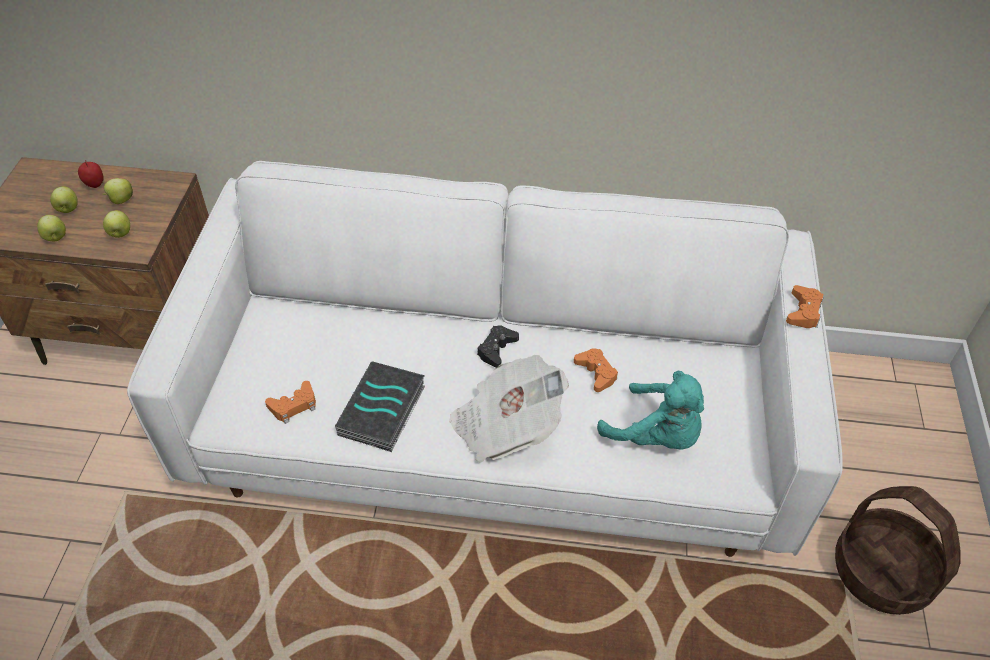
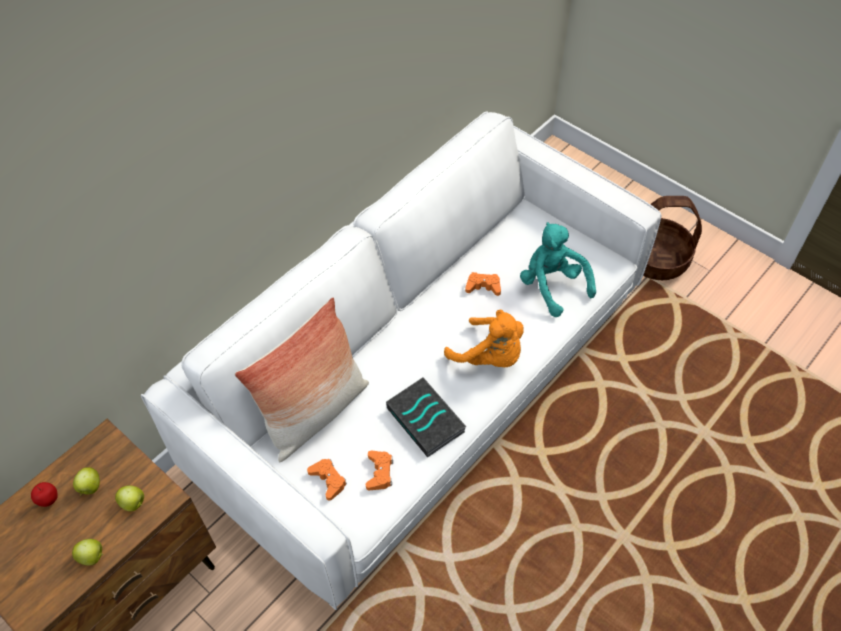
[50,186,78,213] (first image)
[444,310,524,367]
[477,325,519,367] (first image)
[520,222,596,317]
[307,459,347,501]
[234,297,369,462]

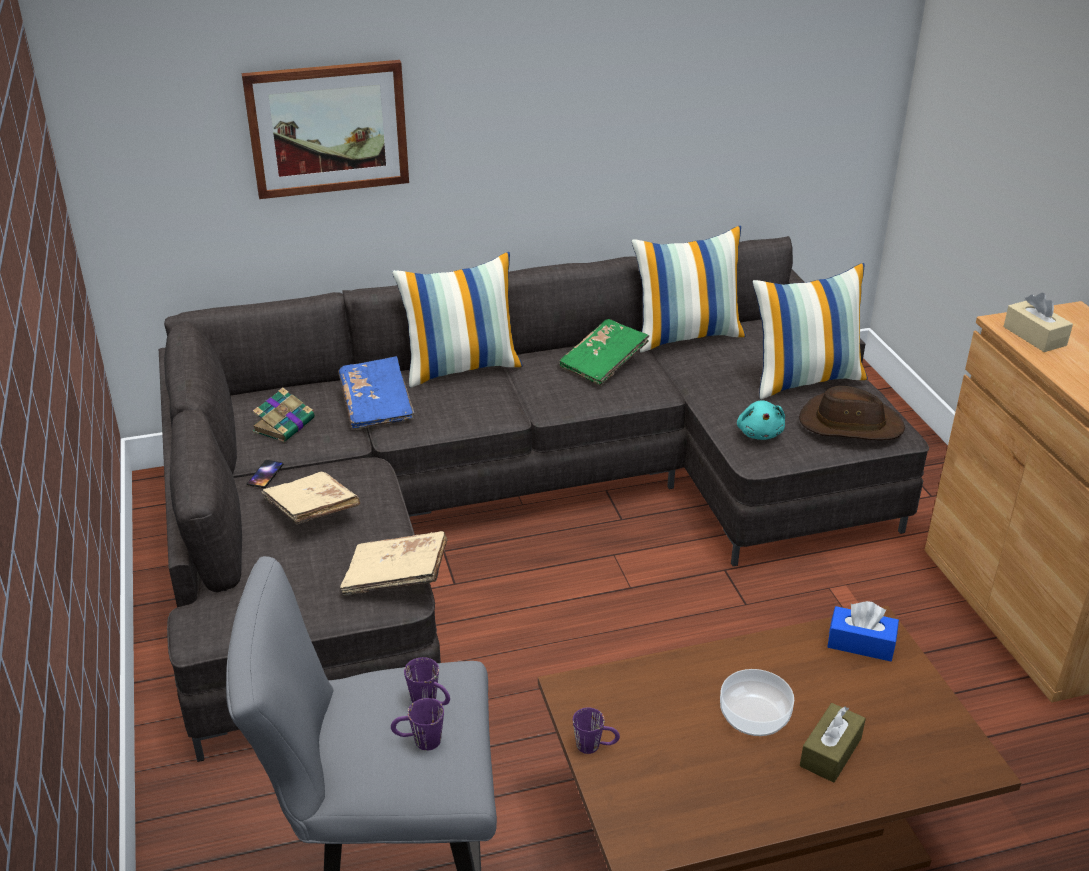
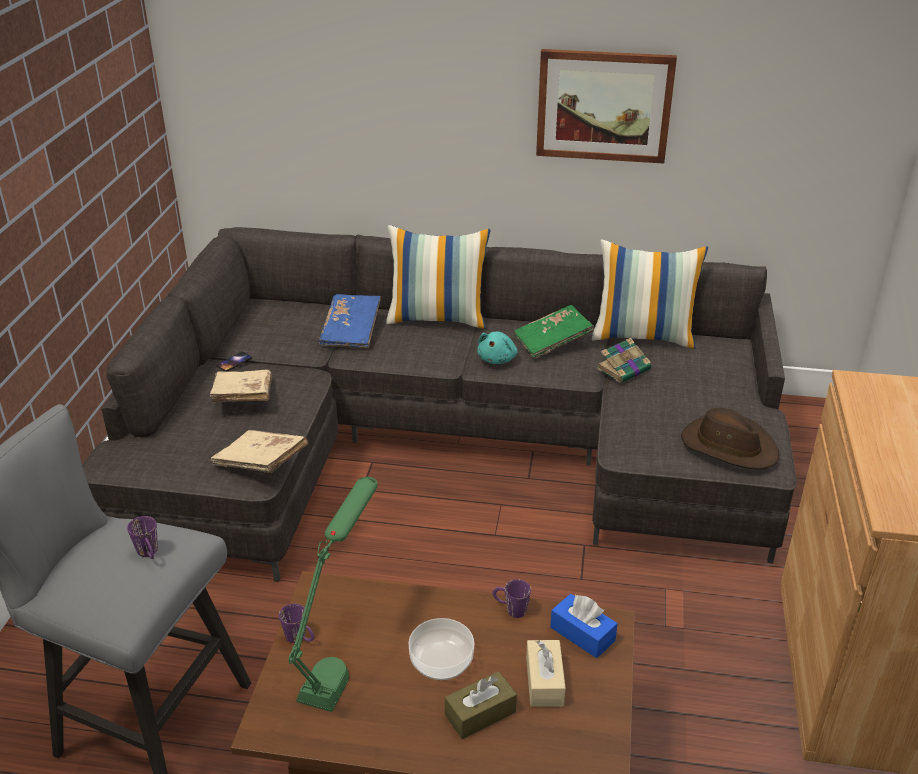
[536,49,677,164]
[597,338,652,383]
[492,579,531,618]
[478,332,517,364]
[752,263,868,399] (first image)
[526,640,566,707]
[289,477,378,712]

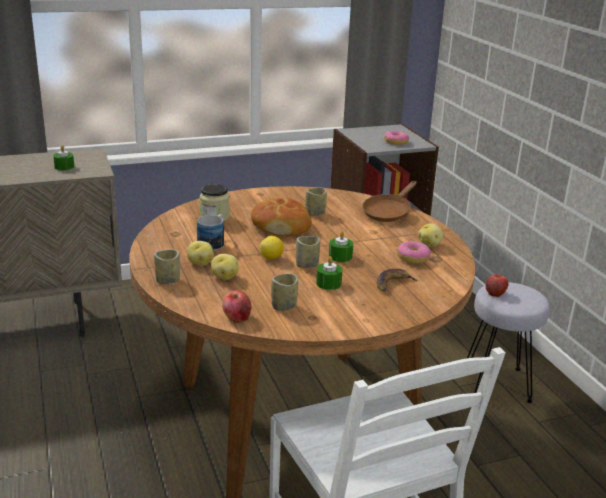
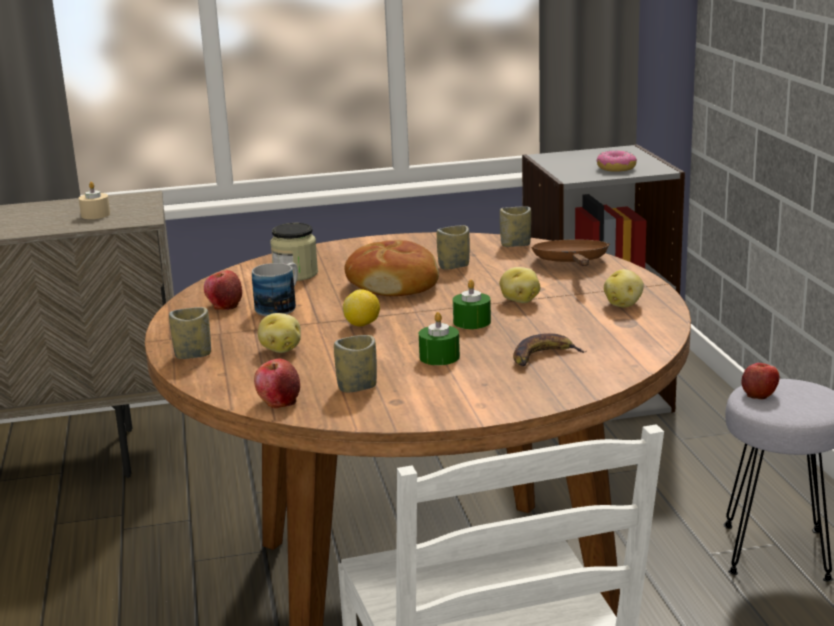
[79,182,110,219]
[499,267,540,303]
[500,206,531,247]
[531,240,609,266]
[397,241,431,264] (first image)
[204,270,242,310]

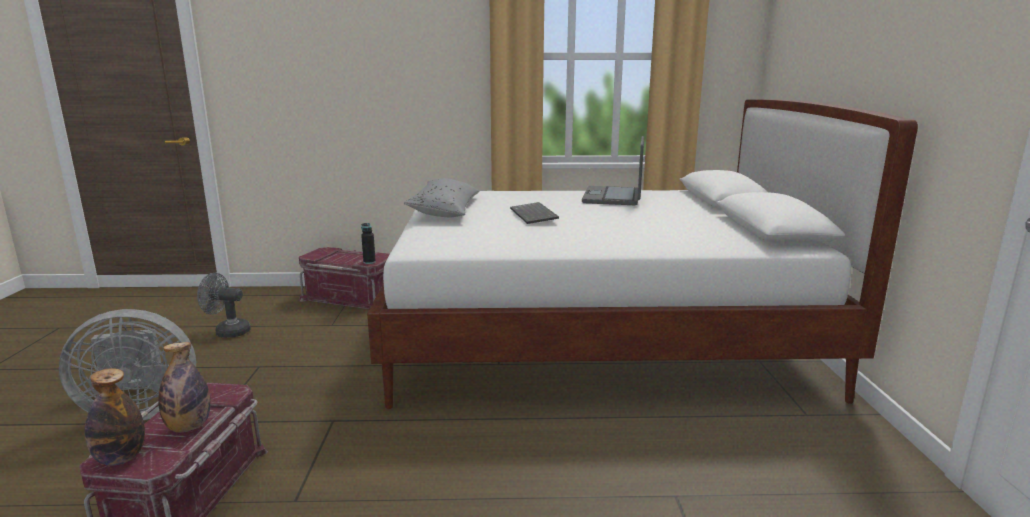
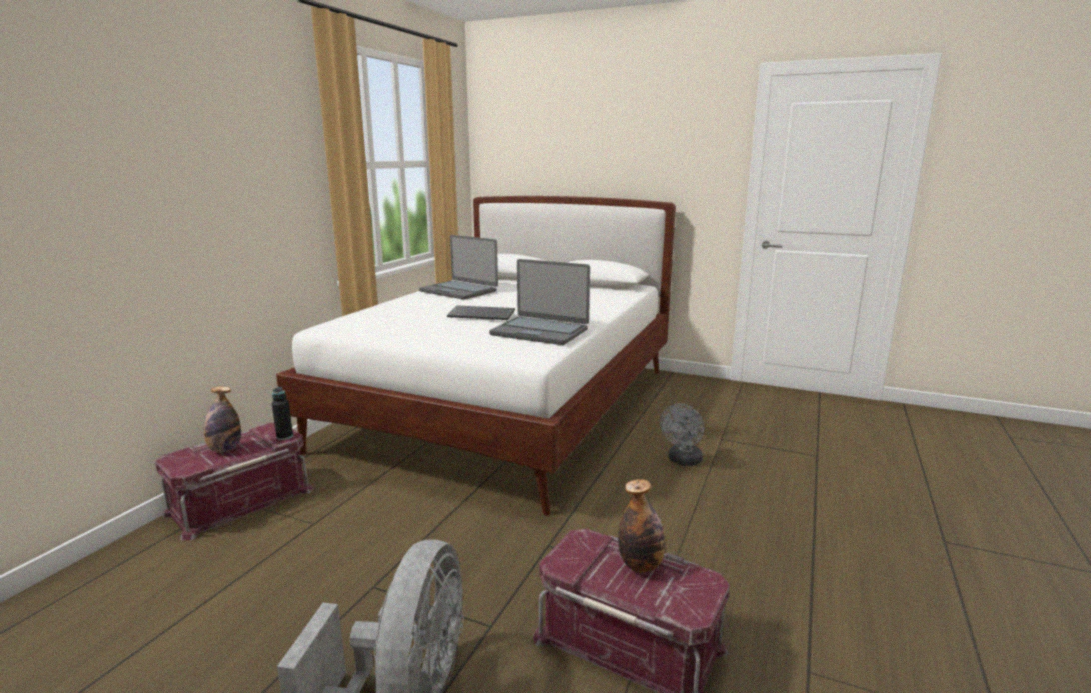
[204,387,241,452]
[660,403,704,466]
[404,178,480,217] (first image)
[489,259,590,345]

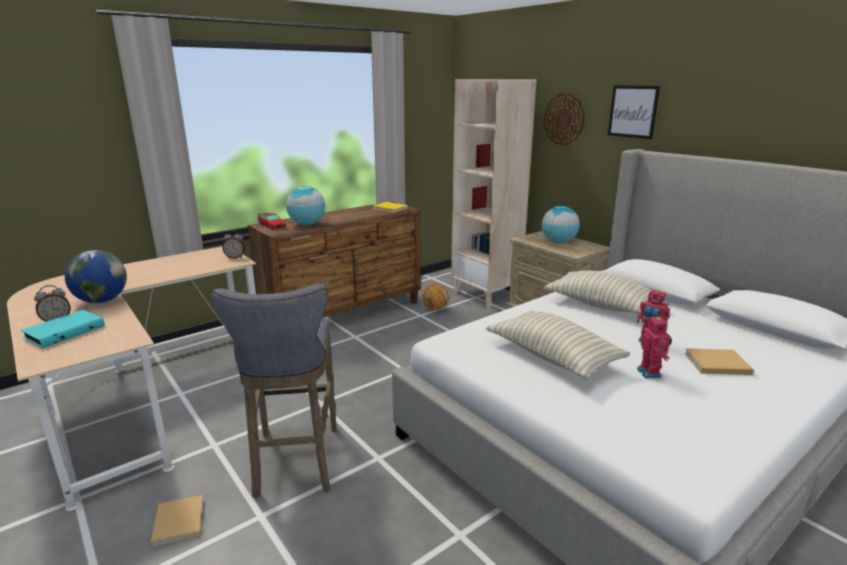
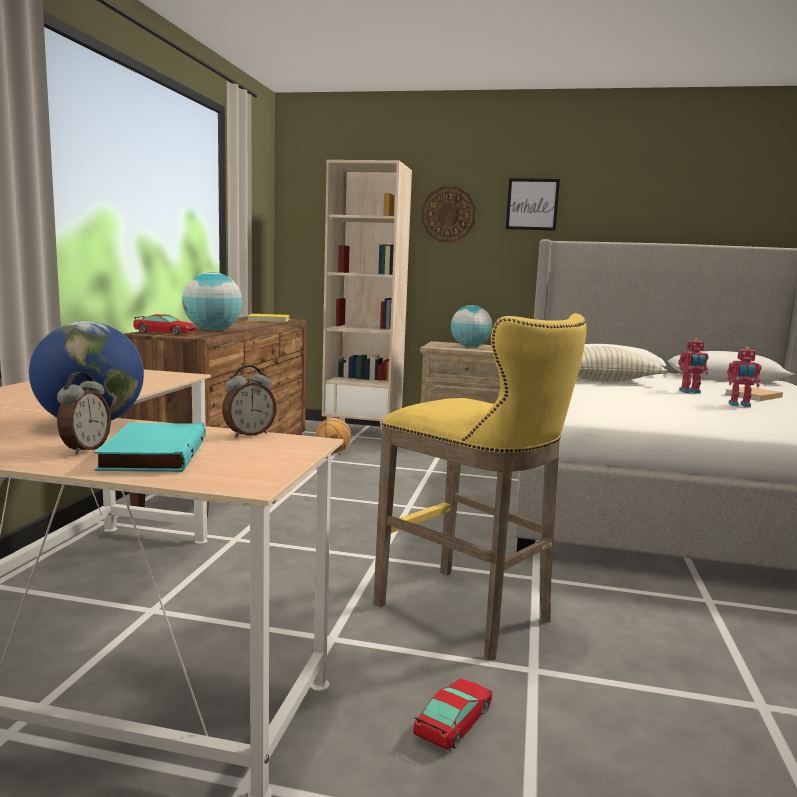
[413,678,492,750]
[373,313,586,660]
[222,365,277,438]
[486,310,630,380] (first image)
[727,347,762,407]

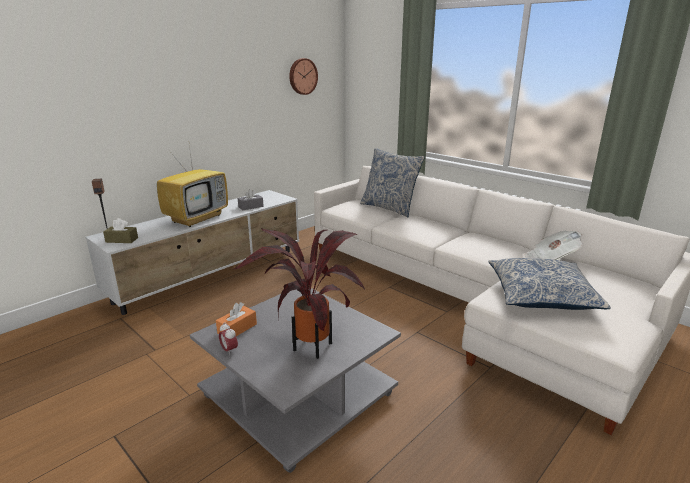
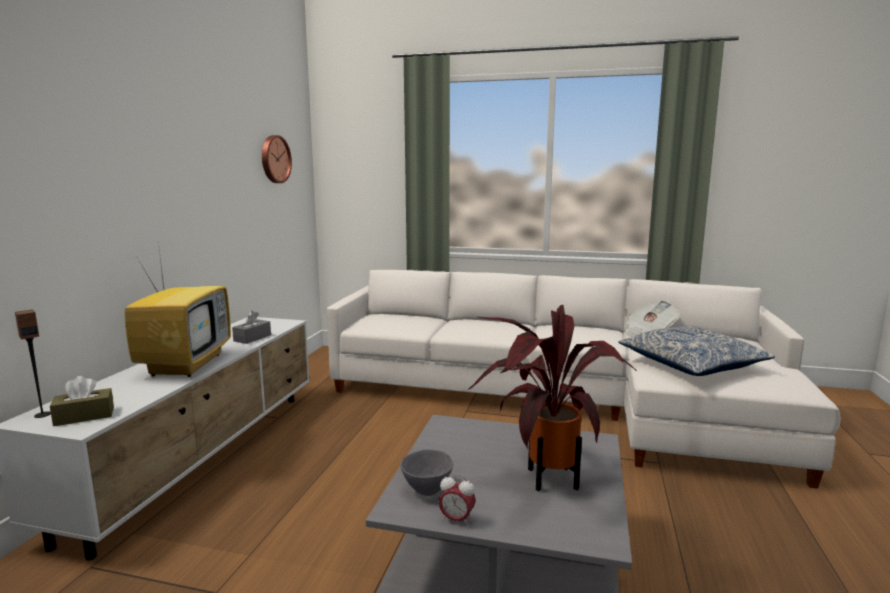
[400,449,453,496]
[360,148,425,218] (first image)

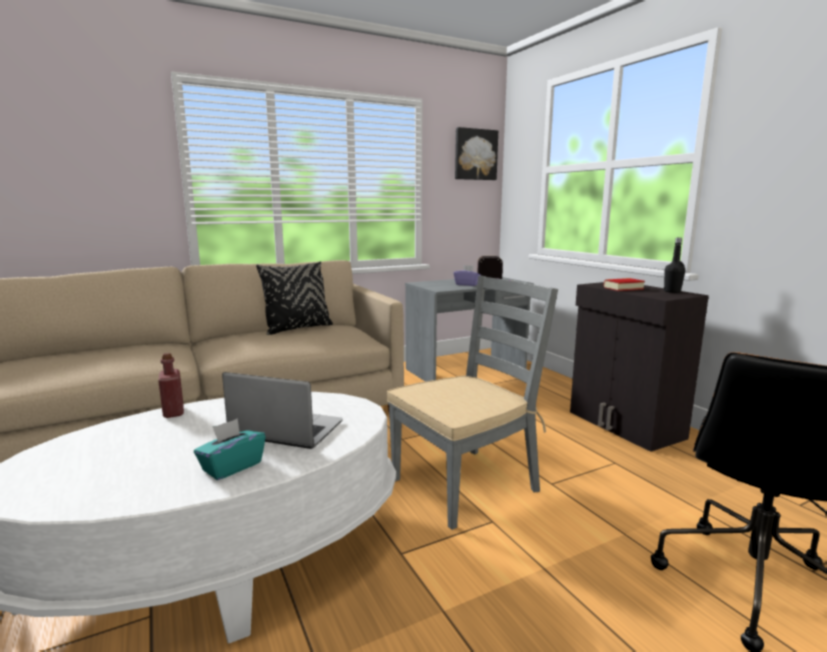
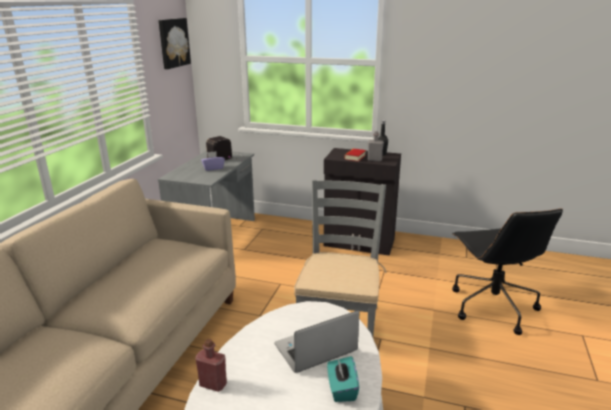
[256,261,333,335] (first image)
[368,131,384,162]

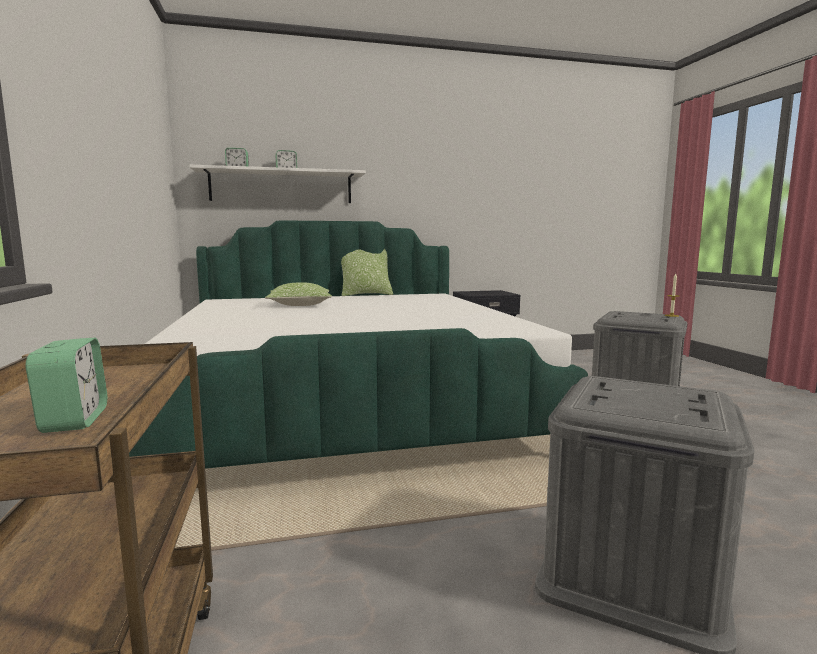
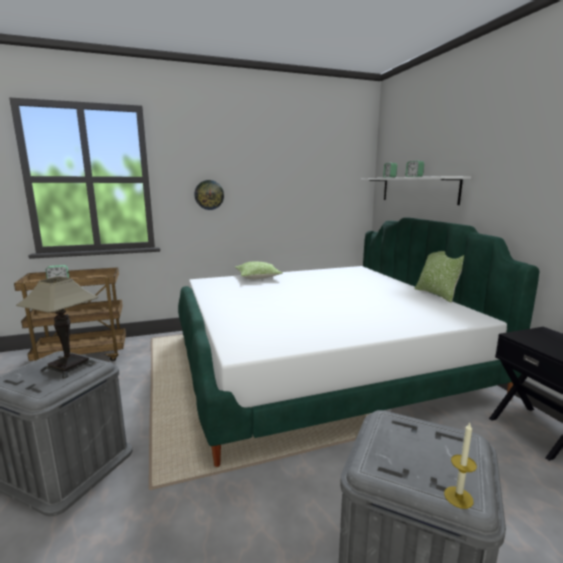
[235,261,283,280]
[16,277,98,379]
[194,180,224,210]

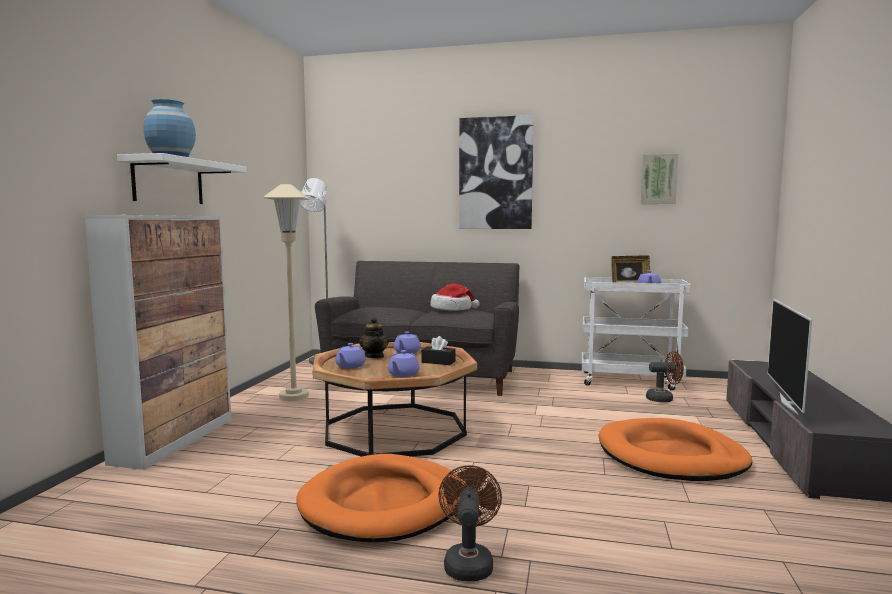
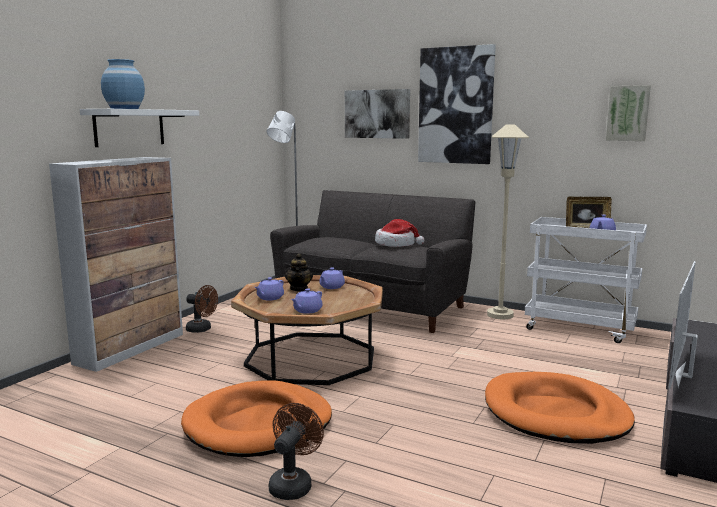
[487,124,529,319]
[421,336,455,365] (first image)
[186,285,218,333]
[345,89,410,139]

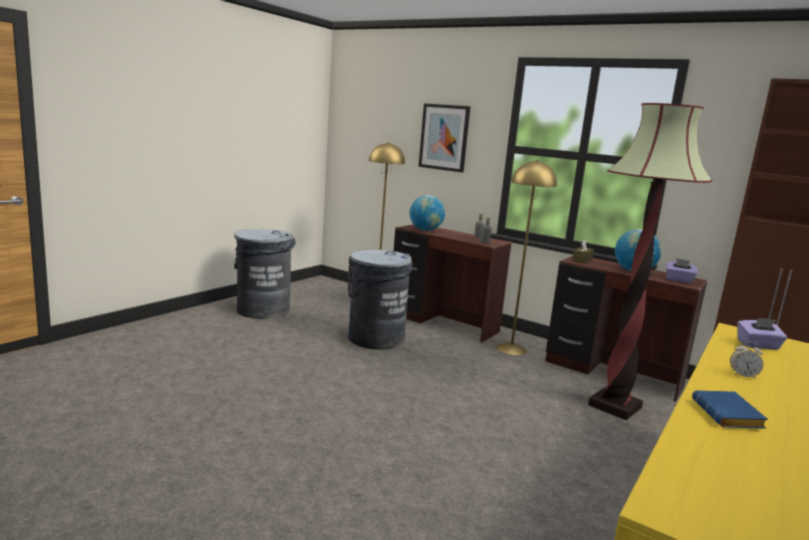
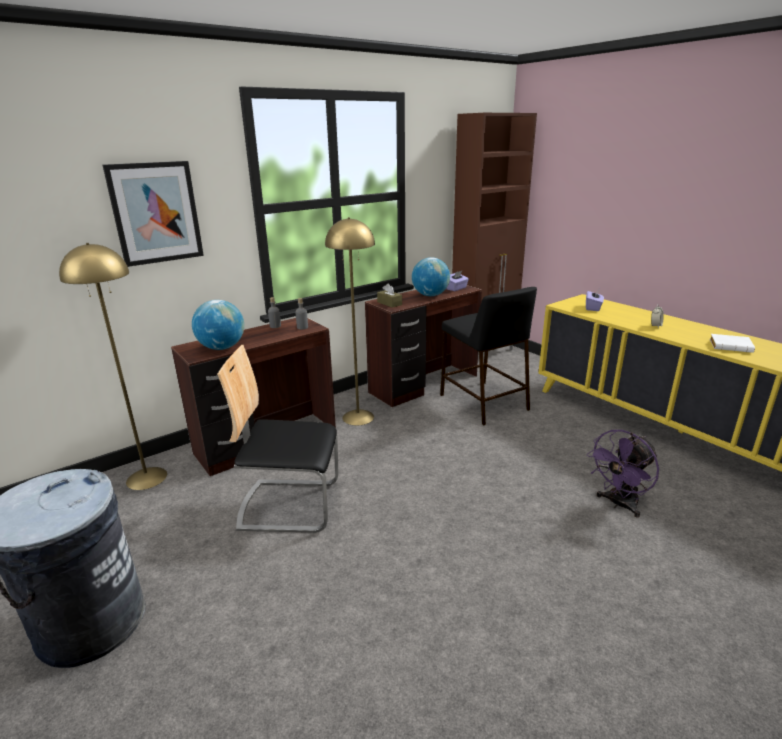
[217,345,338,533]
[440,287,537,425]
[710,334,755,353]
[587,430,659,518]

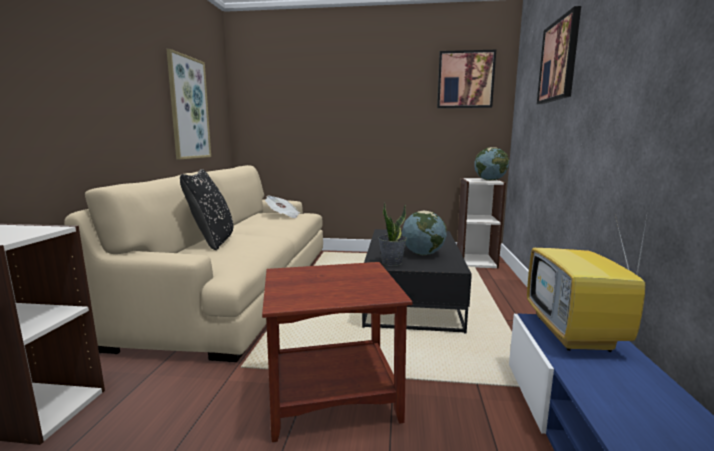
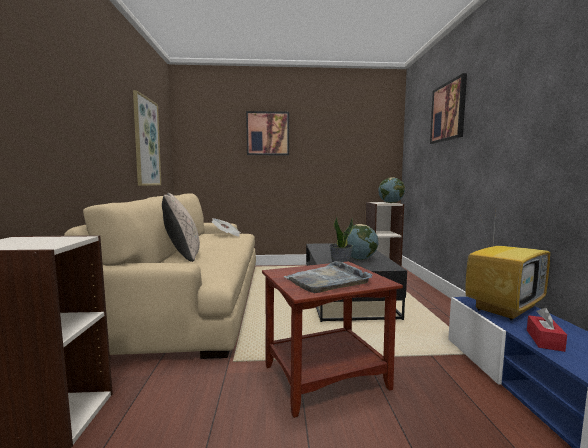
[162,193,200,262]
[246,111,289,155]
[465,212,550,320]
[283,261,372,293]
[527,308,567,352]

